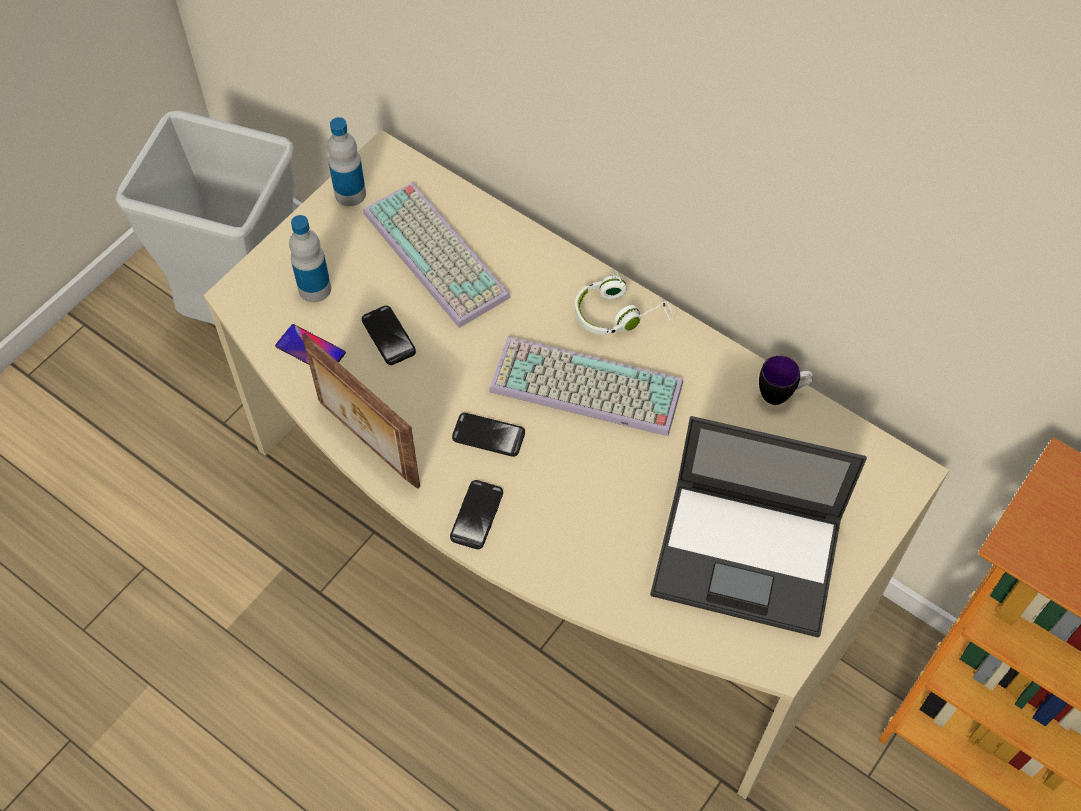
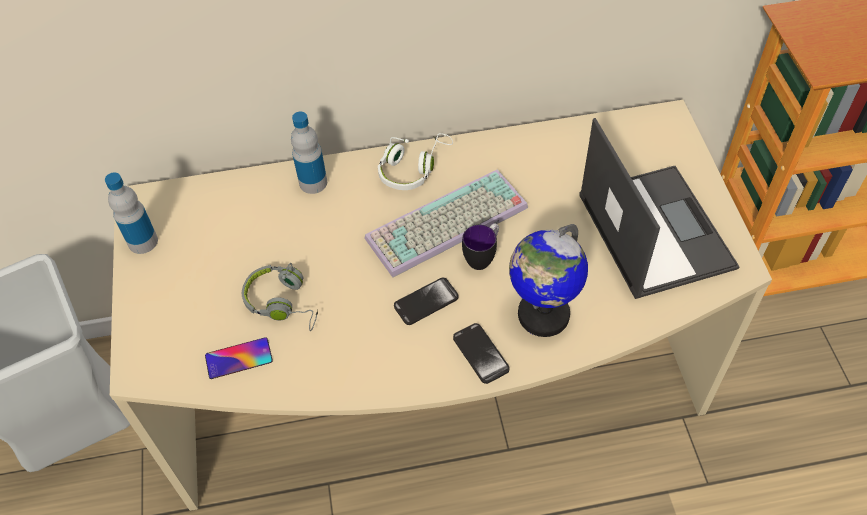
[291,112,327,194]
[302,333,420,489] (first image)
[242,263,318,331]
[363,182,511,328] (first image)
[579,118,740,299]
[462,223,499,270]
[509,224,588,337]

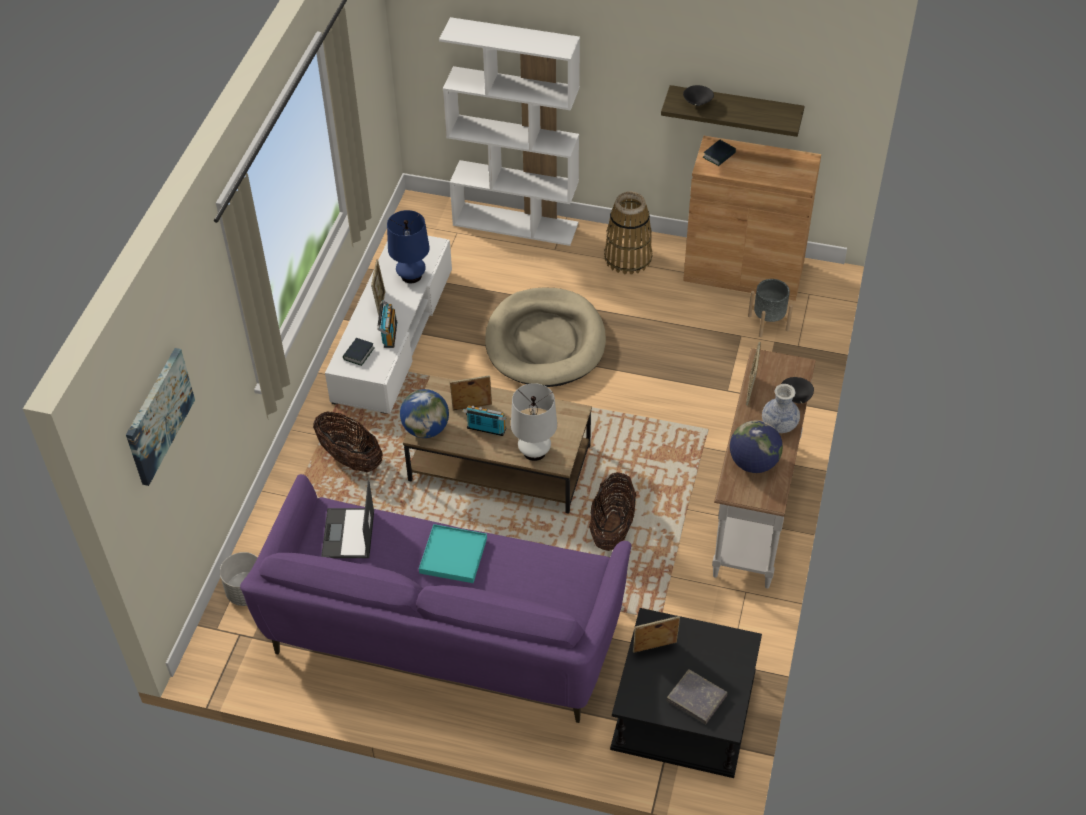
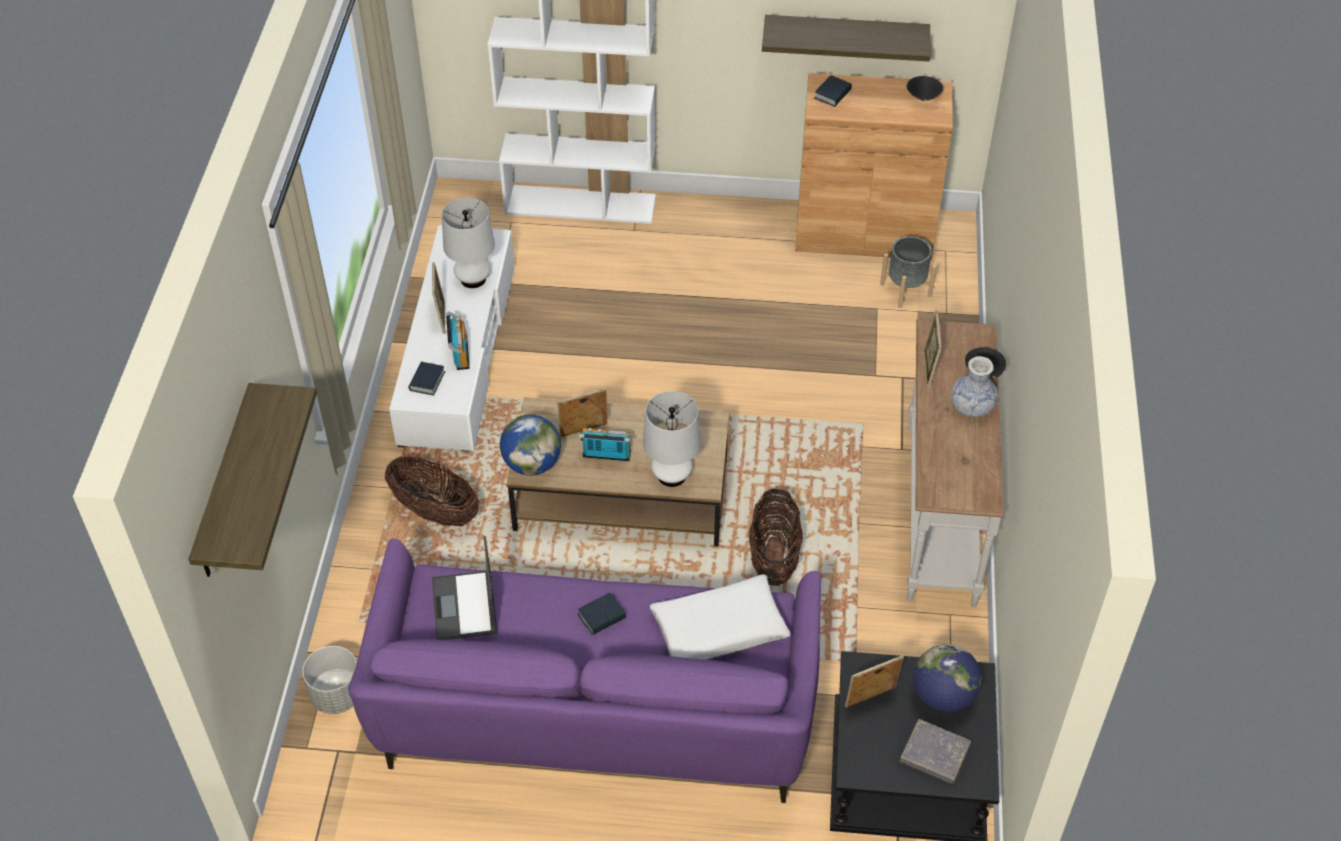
[188,383,317,577]
[442,198,495,288]
[578,592,626,635]
[485,287,606,387] (first image)
[604,192,652,275] (first image)
[907,76,943,101]
[913,644,982,713]
[650,574,791,660]

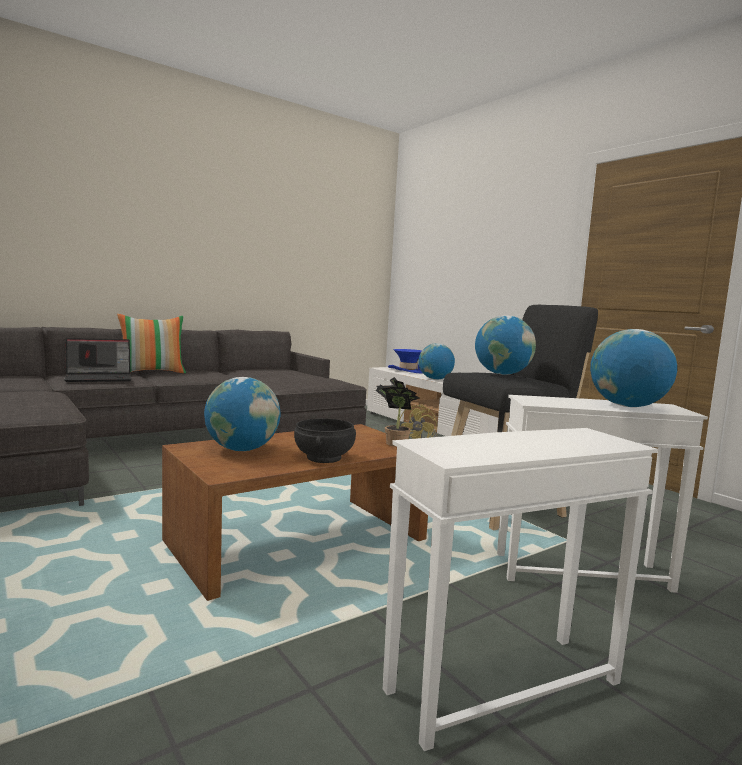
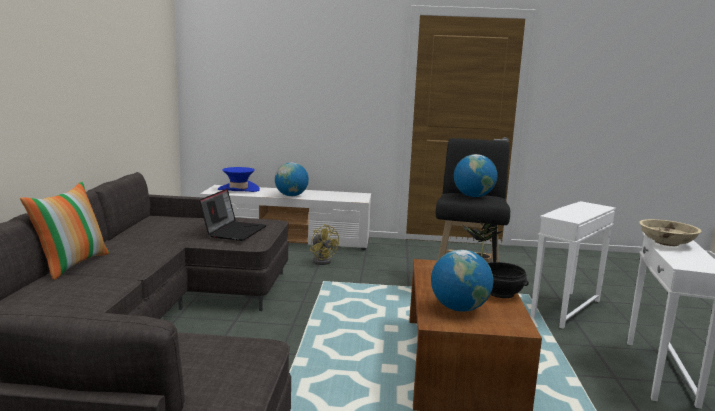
[199,189,267,241]
[590,329,677,407] (first image)
[639,219,702,246]

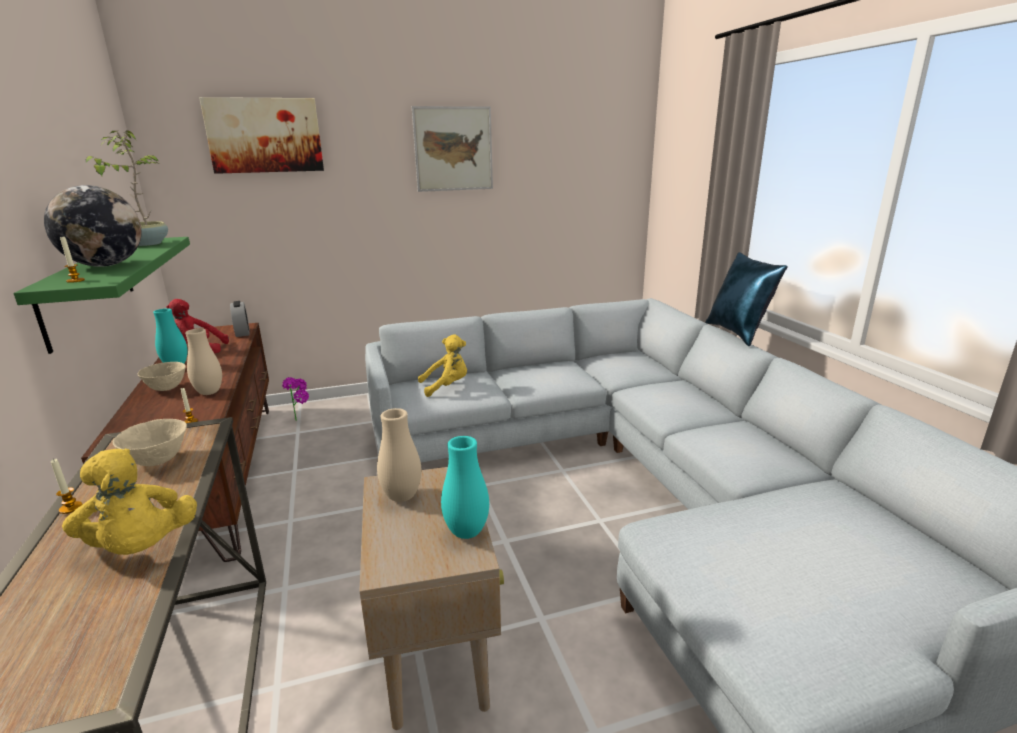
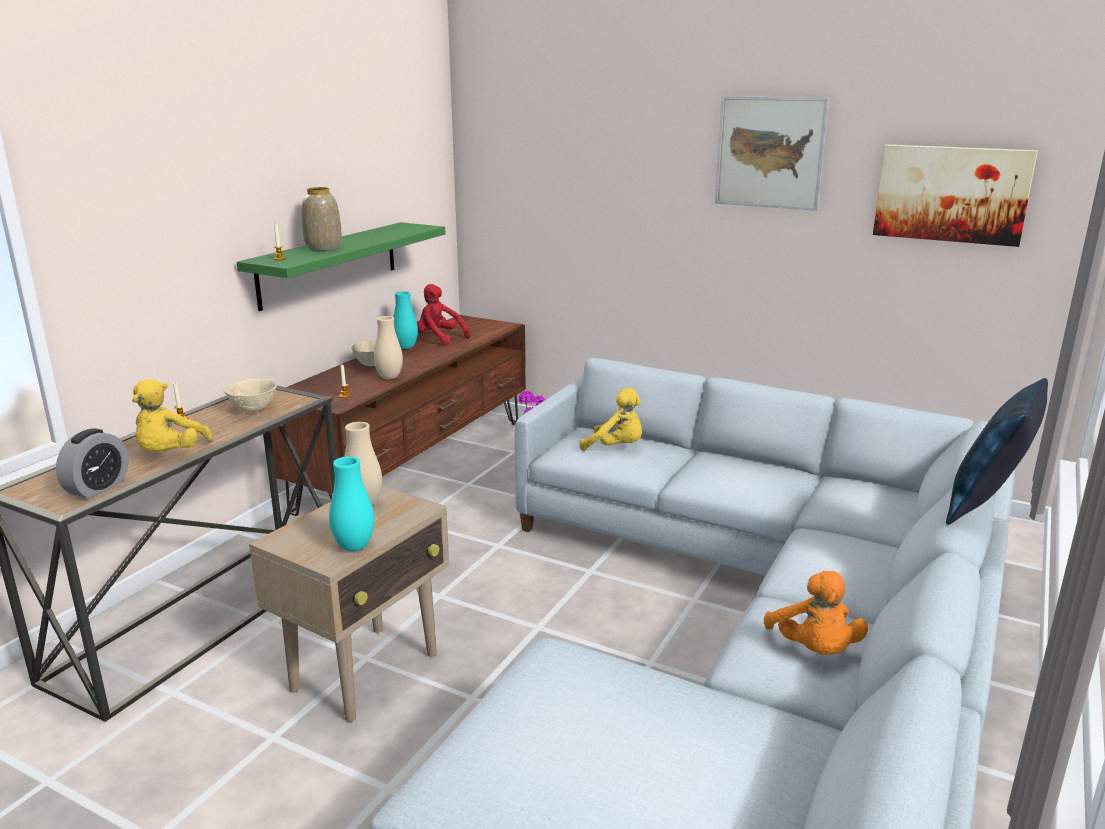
[302,187,342,251]
[86,130,168,246] (first image)
[873,144,1038,247]
[56,428,129,498]
[764,571,868,655]

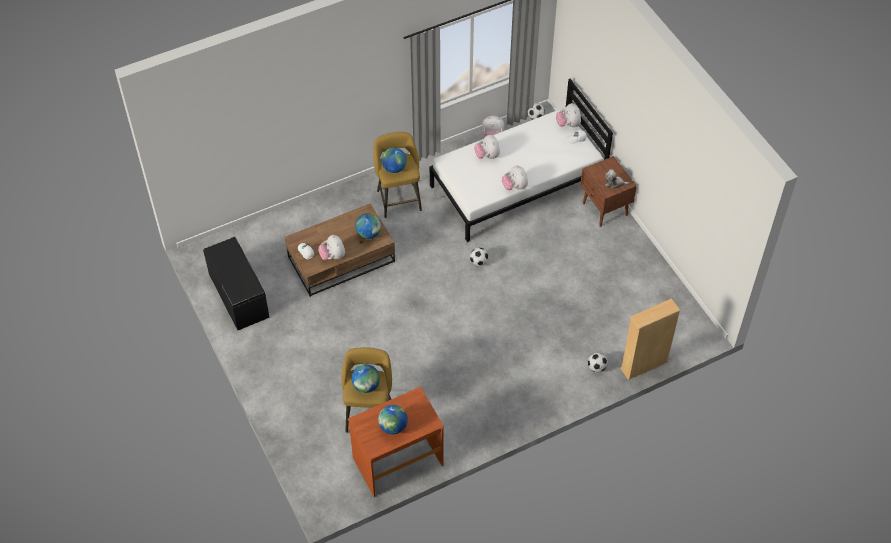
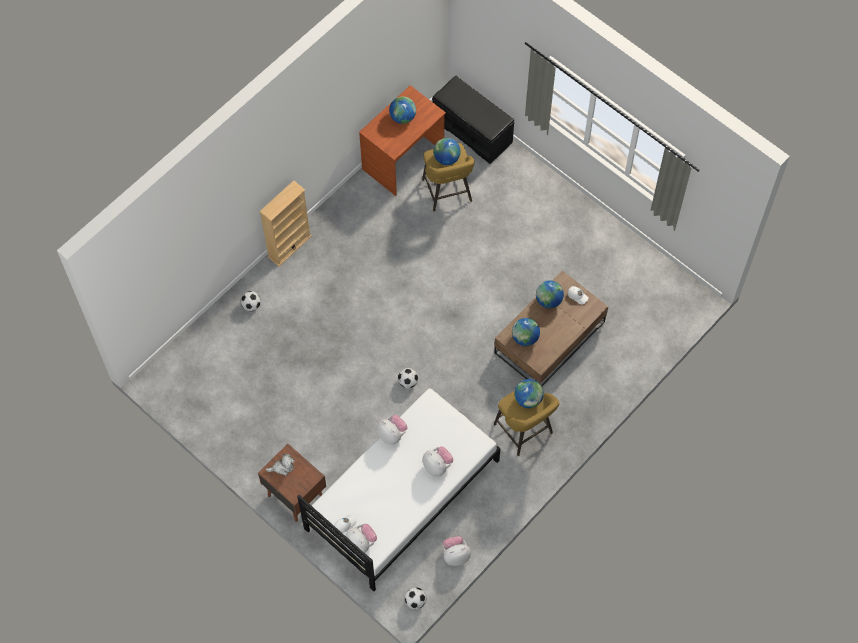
[432,75,514,164]
[536,281,564,308]
[259,180,311,266]

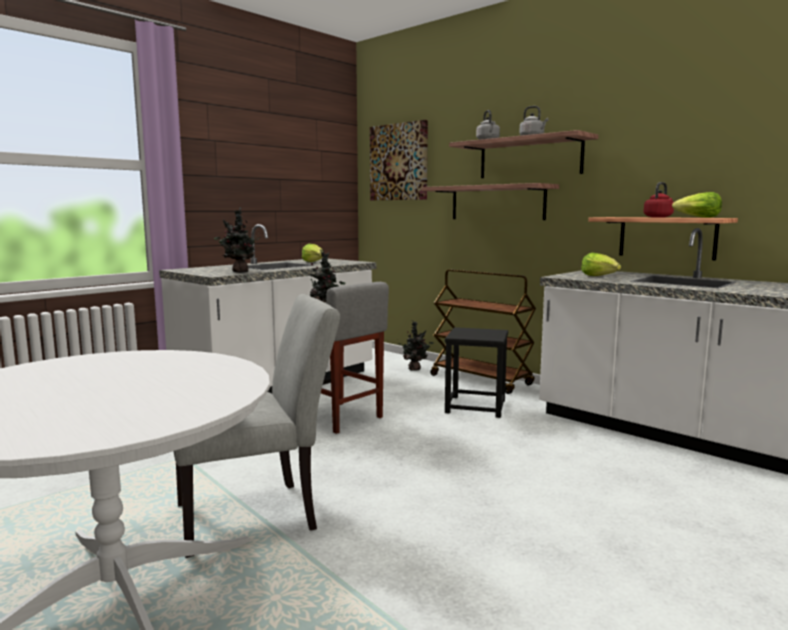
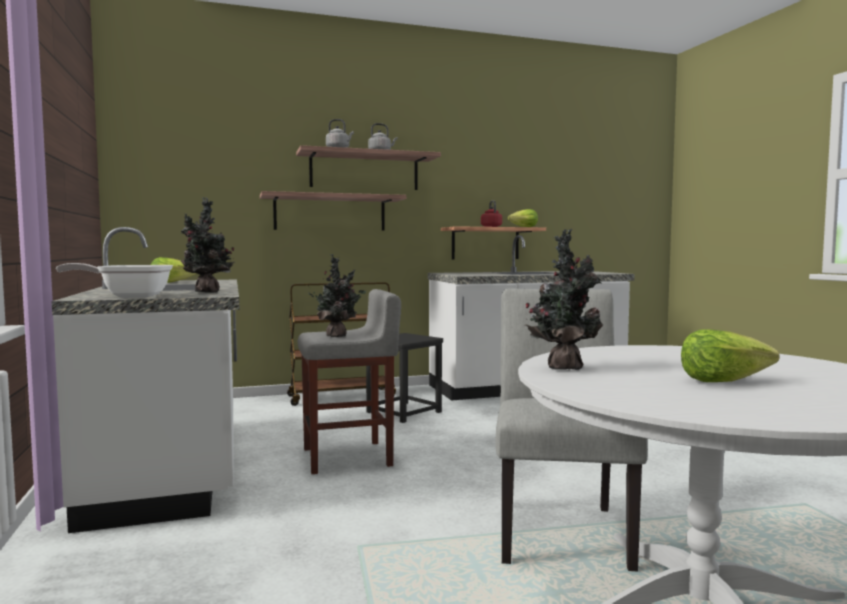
[370,120,428,200] (first image)
[525,229,603,370]
[681,329,780,382]
[56,263,173,298]

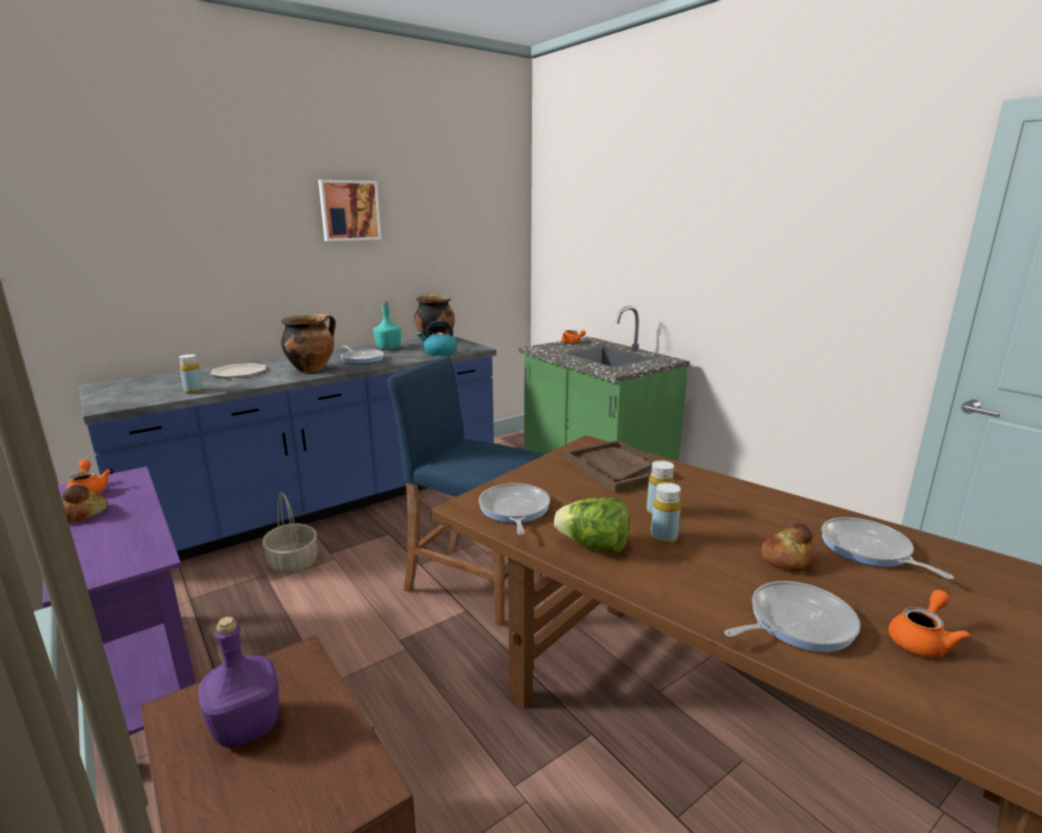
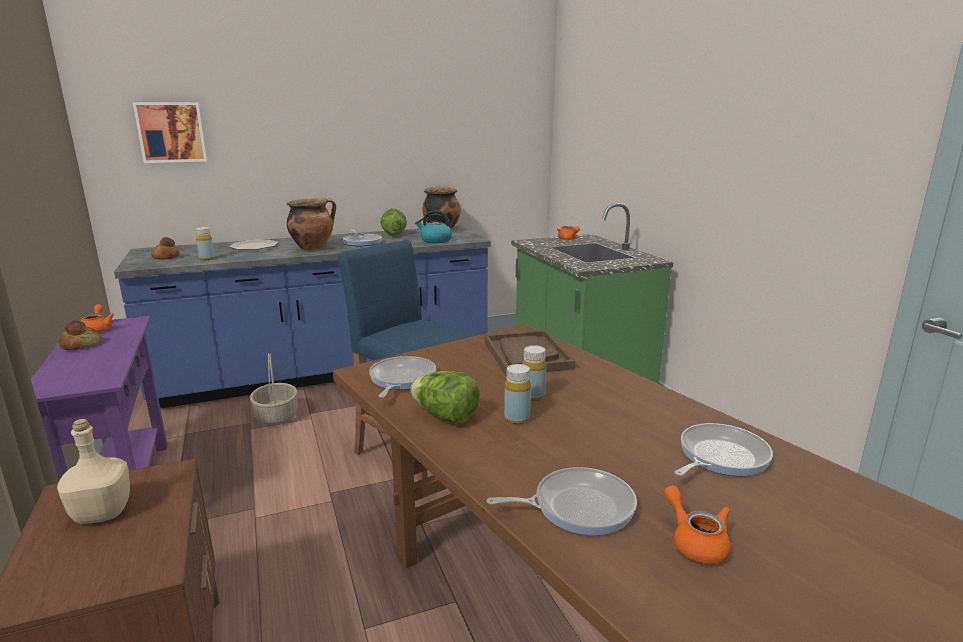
[57,419,130,524]
[133,102,207,163]
[380,208,407,236]
[151,237,180,260]
[675,423,773,476]
[664,485,731,564]

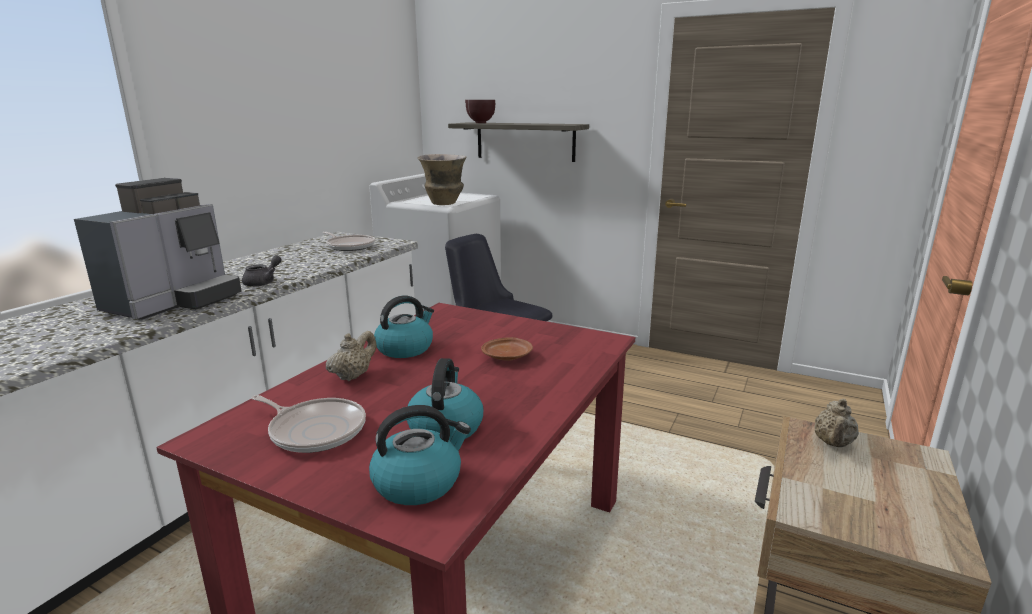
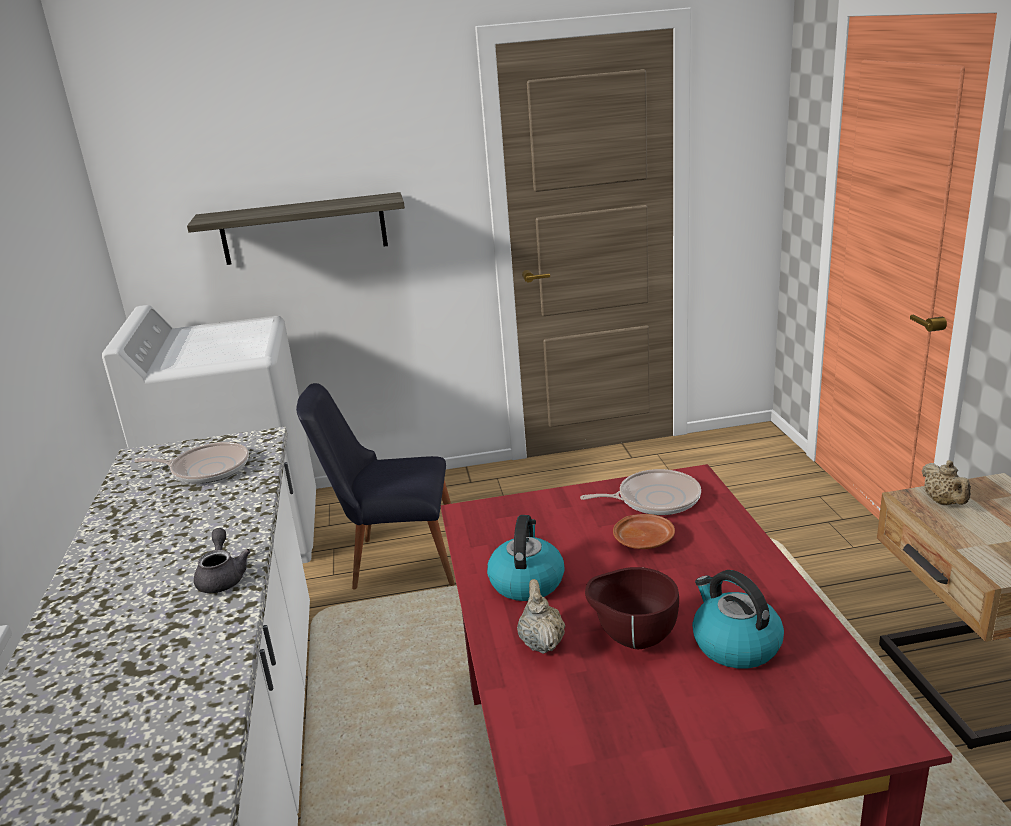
[74,178,242,320] (first image)
[580,469,701,515]
[369,405,471,505] (first image)
[418,154,467,205] (first image)
[585,567,679,649]

